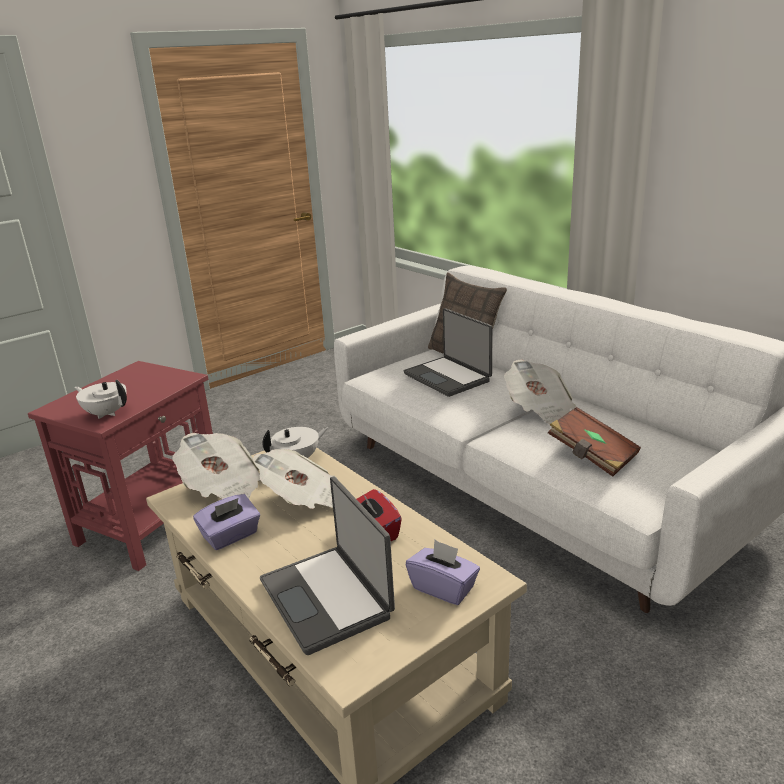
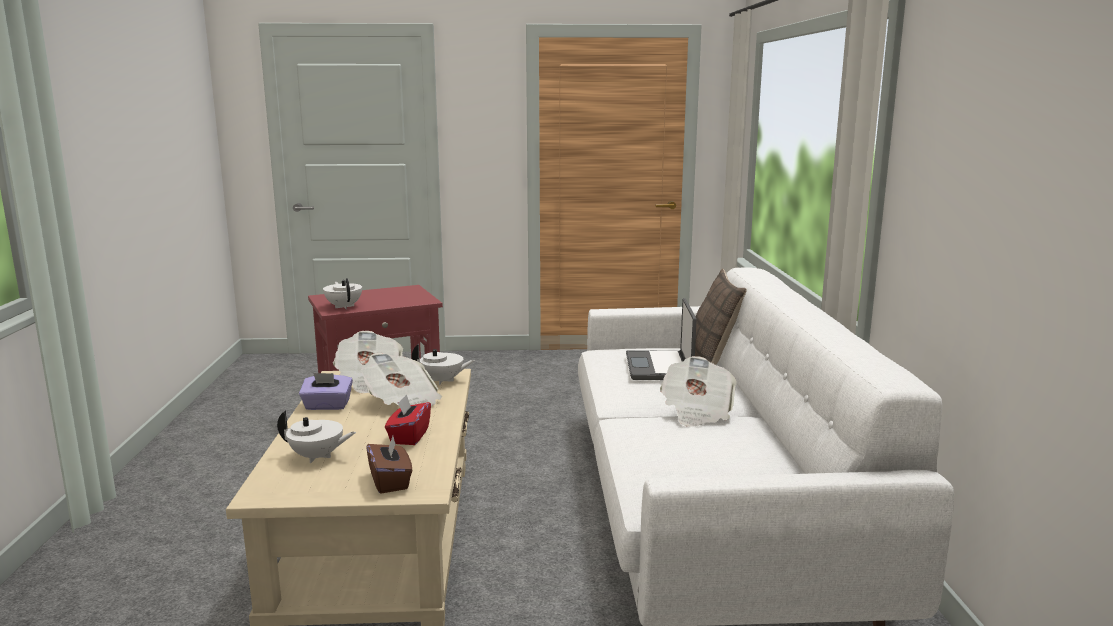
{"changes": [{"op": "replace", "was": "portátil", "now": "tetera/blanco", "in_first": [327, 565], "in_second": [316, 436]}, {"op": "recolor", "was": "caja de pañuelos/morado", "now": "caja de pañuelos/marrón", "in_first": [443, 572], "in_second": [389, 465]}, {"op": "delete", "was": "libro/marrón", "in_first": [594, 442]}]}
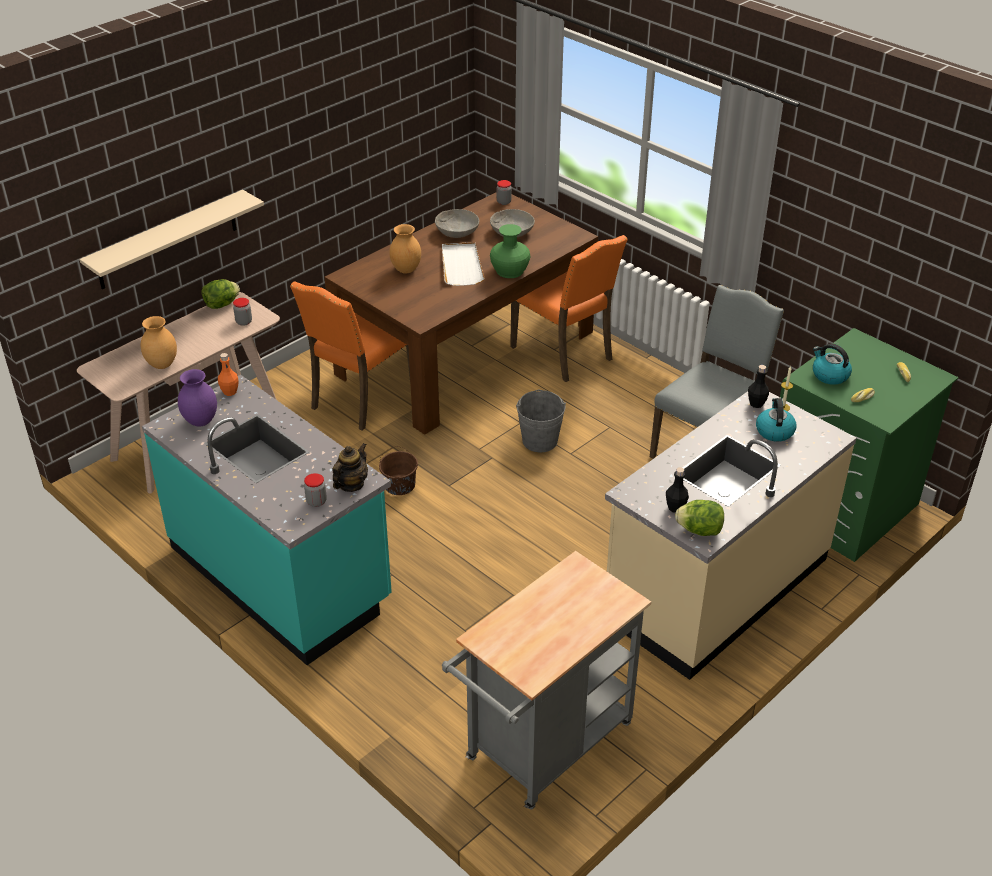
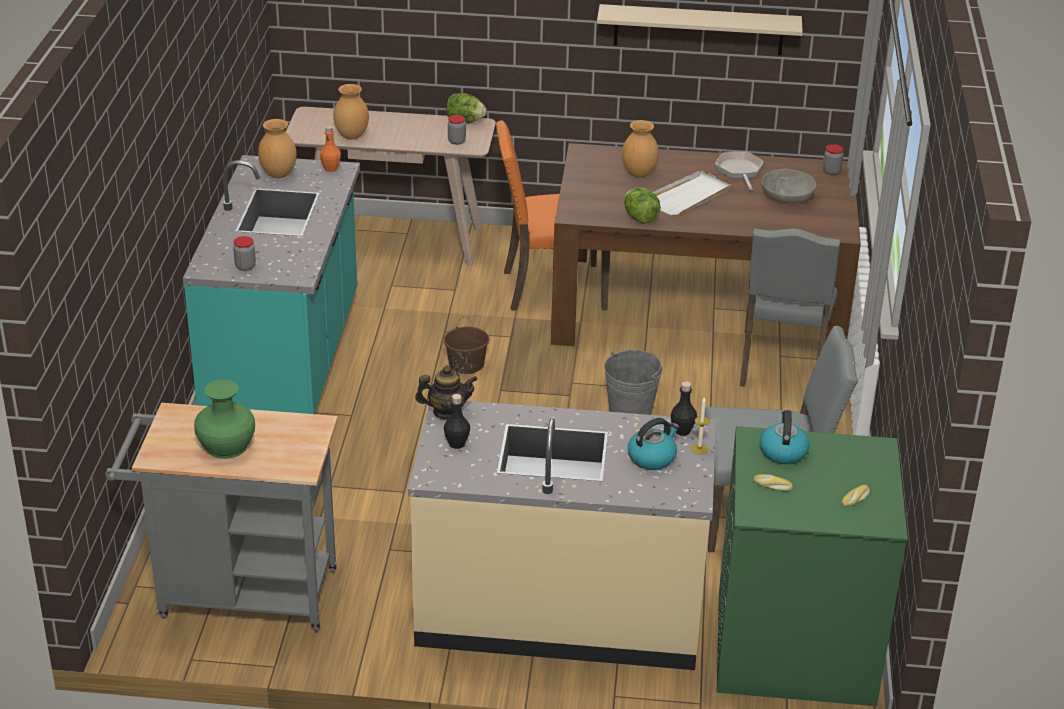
{"changes": [{"op": "move", "was": "florero/verde", "in_first": [510, 251], "in_second": [224, 419]}, {"op": "recolor", "was": "florero/morado", "now": "florero/marrón", "in_first": [197, 397], "in_second": [277, 148]}, {"op": "move", "was": "tetera", "in_first": [350, 467], "in_second": [446, 392]}, {"op": "move", "was": "estante/beis", "in_first": [172, 239], "in_second": [700, 29]}, {"op": "move", "was": "lechuga", "in_first": [699, 518], "in_second": [642, 205]}, {"op": "replace", "was": "cuenco/gris", "now": "sartén", "in_first": [457, 223], "in_second": [739, 170]}, {"op": "recolor", "was": "silla/naranja", "now": "silla/gris", "in_first": [569, 308], "in_second": [790, 308]}]}
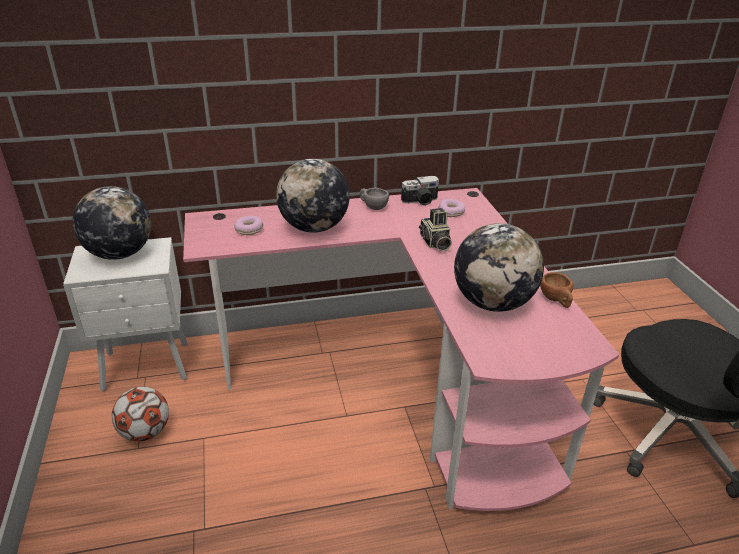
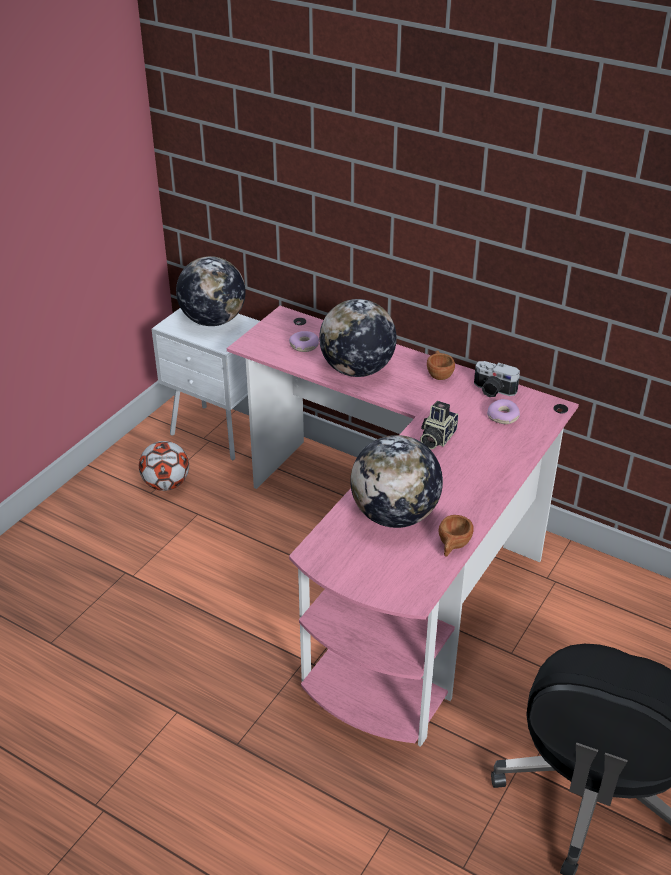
{"changes": [{"op": "recolor", "was": "taza/gris", "now": "taza/marrón", "in_first": [374, 199], "in_second": [441, 365]}]}
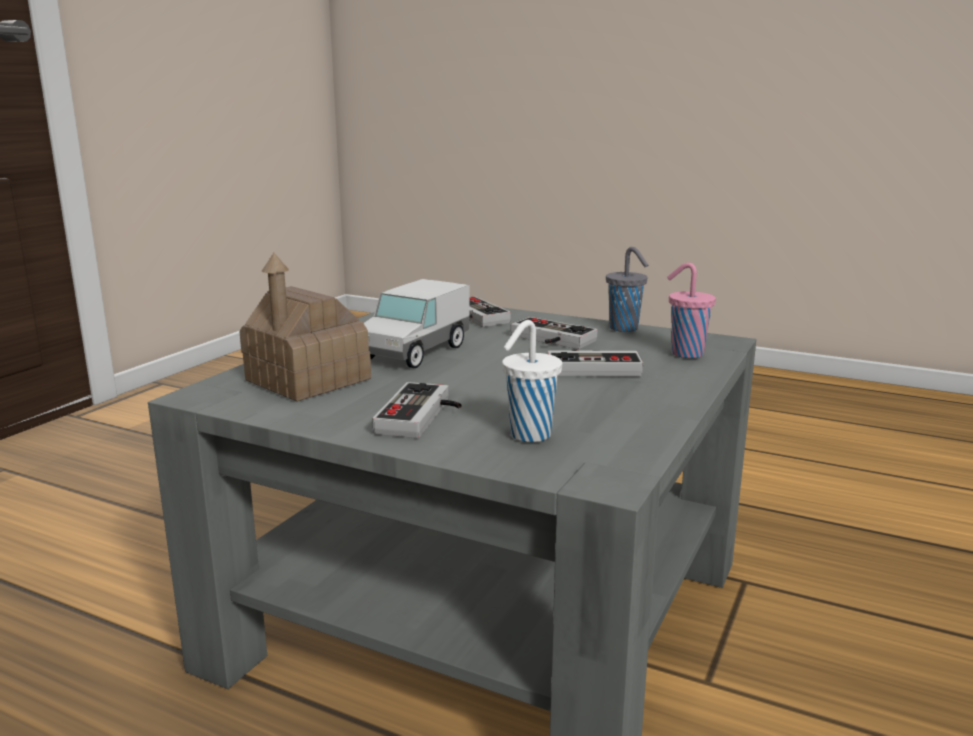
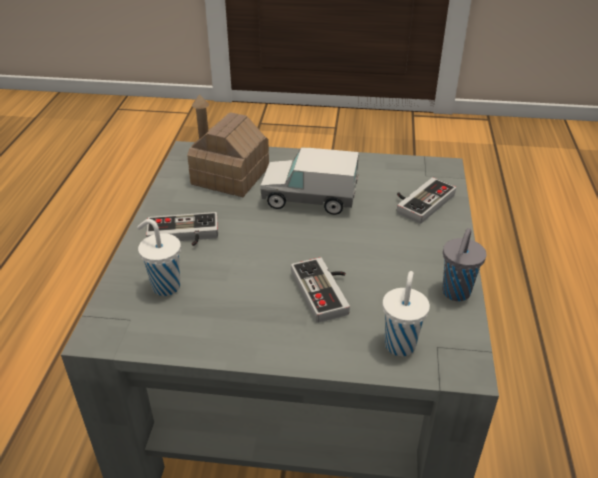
{"changes": [{"op": "recolor", "was": "taza/rosa", "now": "taza/blanco", "in_first": [691, 310], "in_second": [406, 313]}, {"op": "delete", "was": "mando de consola", "in_first": [554, 333]}]}
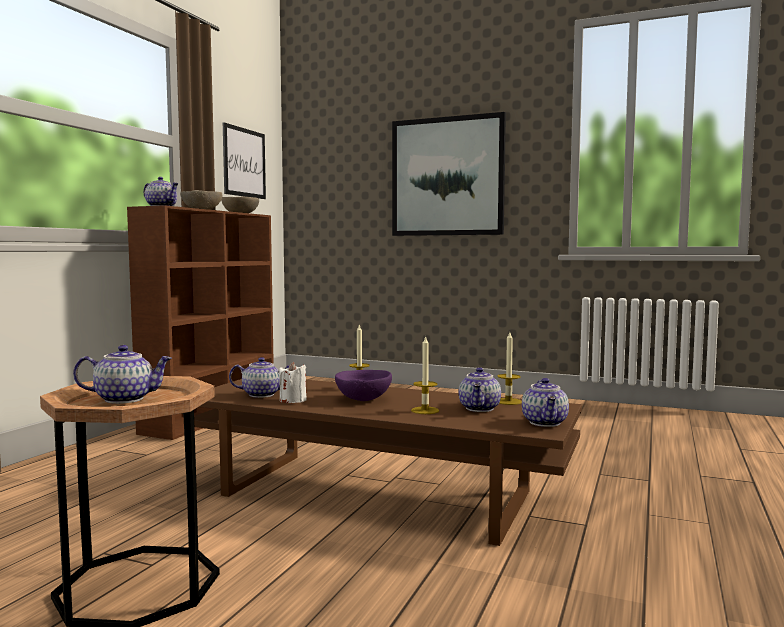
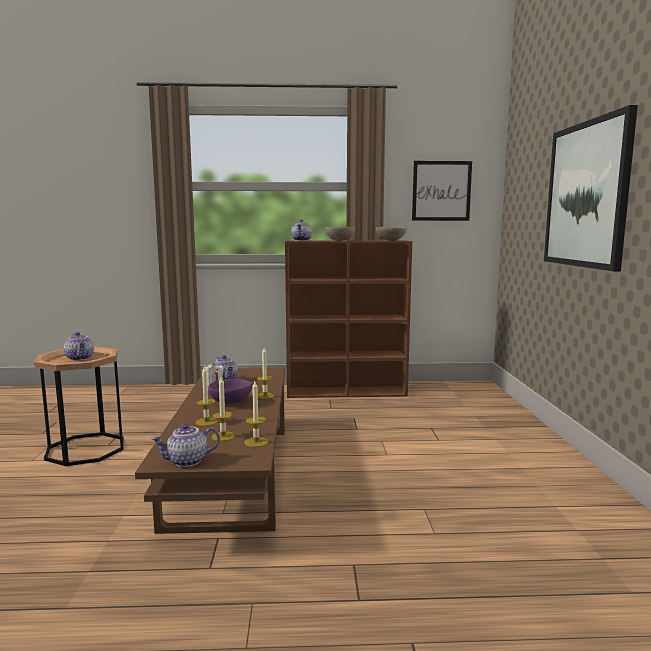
{"changes": [{"op": "replace", "was": "tetera", "now": "vela", "in_first": [480, 389], "in_second": [223, 409]}]}
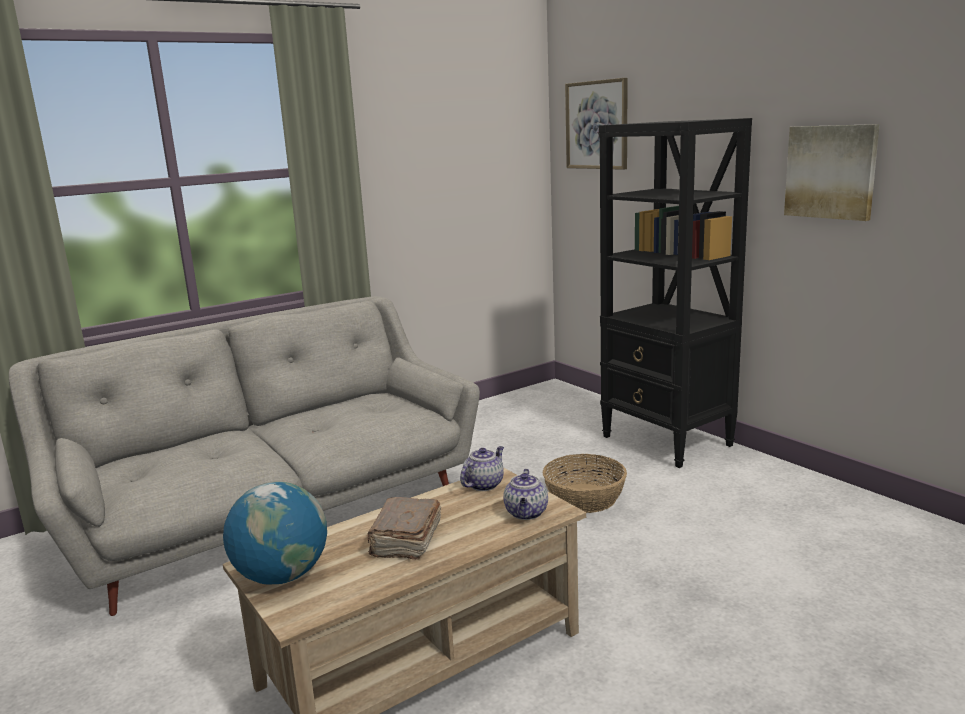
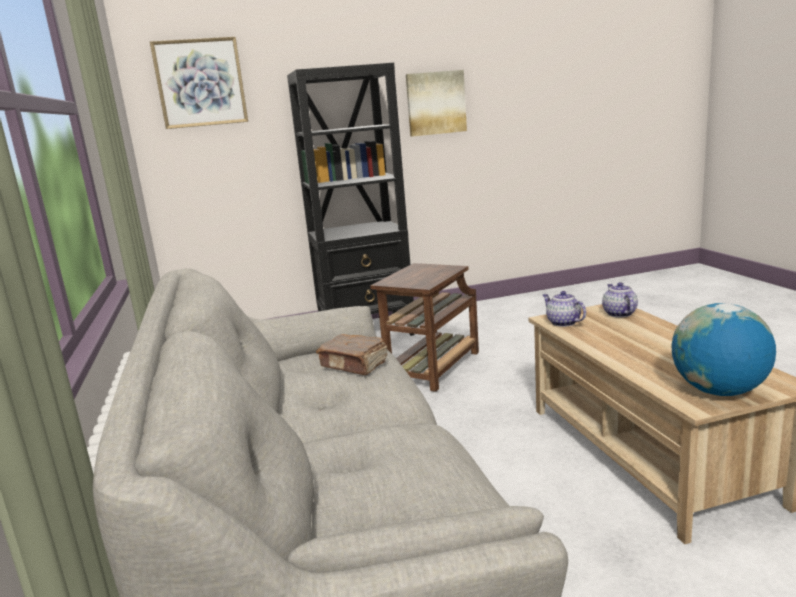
{"changes": [{"op": "move", "was": "libro/marrón", "in_first": [404, 528], "in_second": [351, 354]}, {"op": "replace", "was": "cesta", "now": "mesa auxiliar/marrón", "in_first": [585, 483], "in_second": [424, 327]}, {"op": "rotate", "was": "tetera", "in_first": [525, 494], "in_second": [620, 299], "clockwise": -120}]}
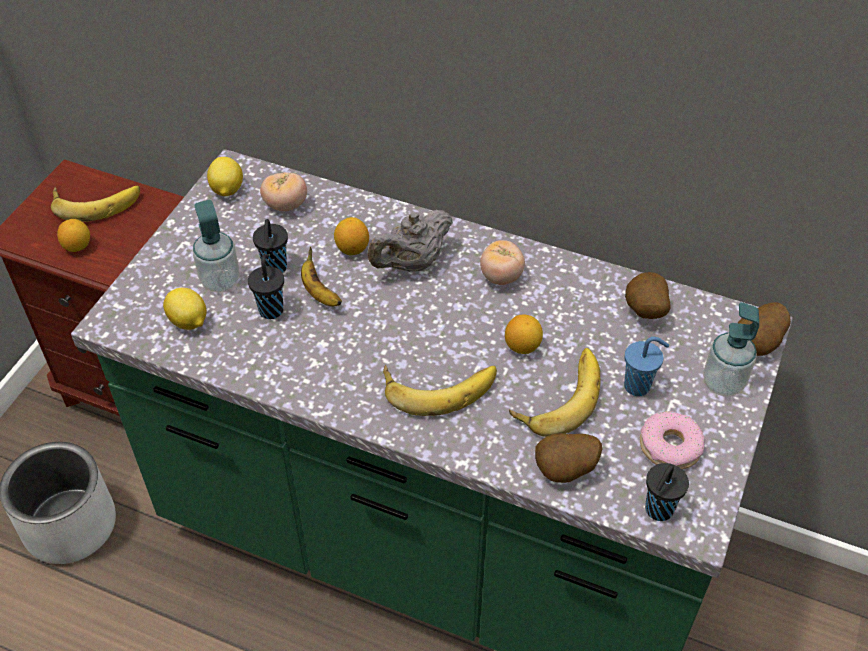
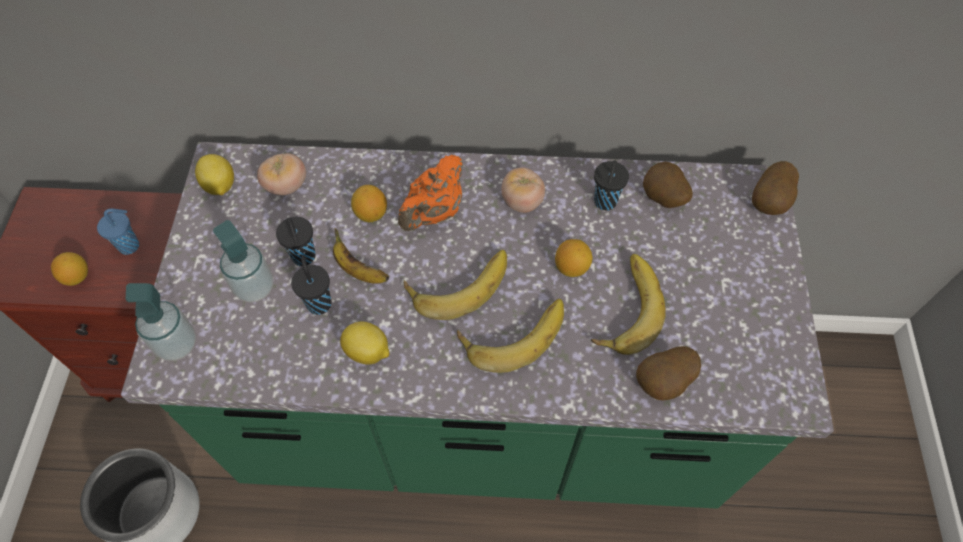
{"changes": [{"op": "move", "was": "taza/azul", "in_first": [646, 366], "in_second": [118, 231]}, {"op": "move", "was": "dispensador de jabón", "in_first": [731, 349], "in_second": [161, 322]}, {"op": "move", "was": "limón", "in_first": [184, 309], "in_second": [365, 343]}, {"op": "recolor", "was": "tetera/gris", "now": "tetera/naranja", "in_first": [410, 241], "in_second": [430, 193]}, {"op": "move", "was": "plátano", "in_first": [95, 204], "in_second": [455, 285]}, {"op": "move", "was": "taza/negro", "in_first": [667, 492], "in_second": [611, 185]}, {"op": "delete", "was": "rosquilla", "in_first": [672, 440]}]}
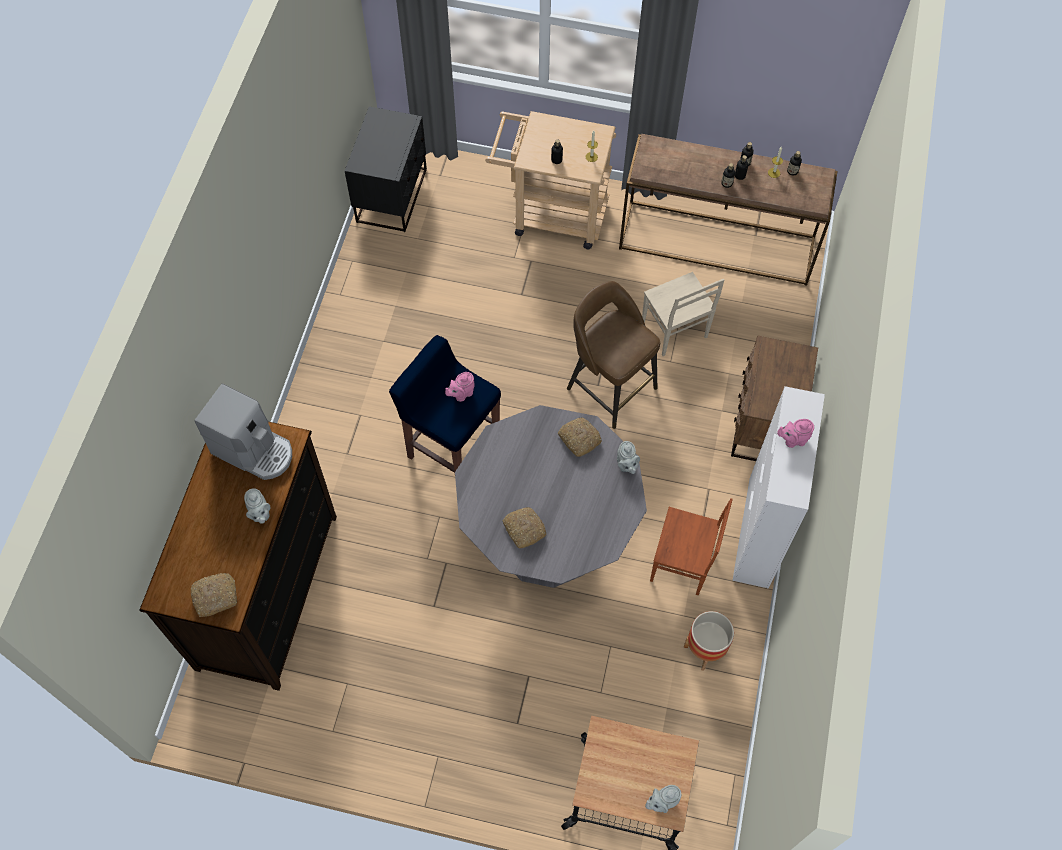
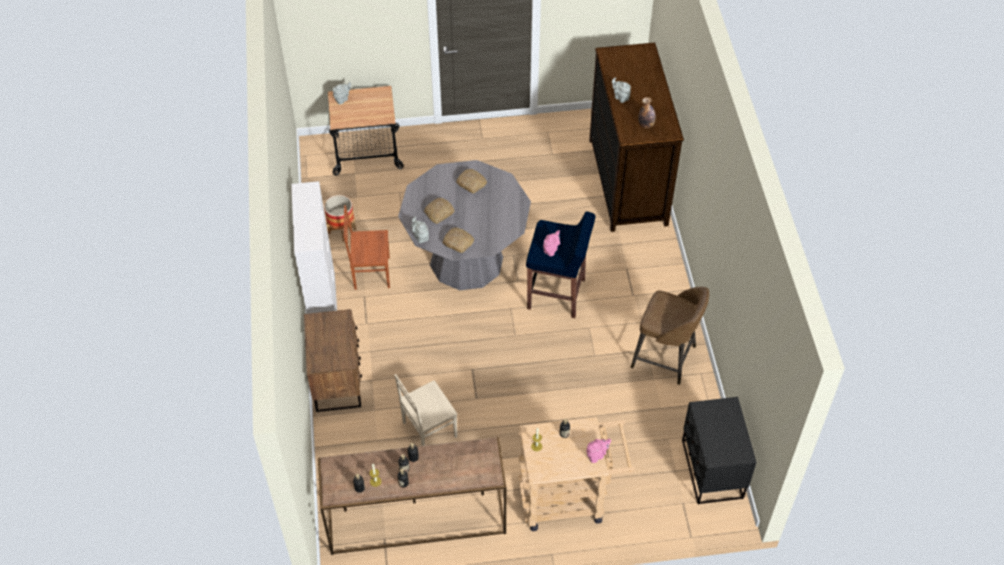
{"changes": [{"op": "rotate", "was": "silla/beis", "in_first": [683, 314], "in_second": [425, 410], "clockwise": -75}, {"op": "move", "was": "pan", "in_first": [214, 595], "in_second": [439, 211]}, {"op": "move", "was": "tetera/rosa", "in_first": [795, 433], "in_second": [599, 451]}, {"op": "move", "was": "taburete/marrón", "in_first": [613, 355], "in_second": [670, 336]}, {"op": "replace", "was": "cafetera", "now": "botella", "in_first": [243, 432], "in_second": [647, 112]}]}
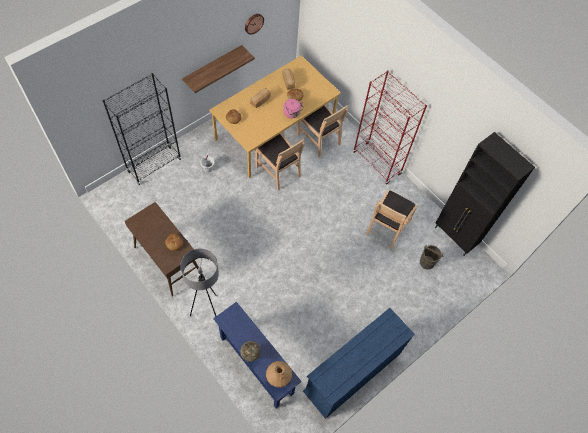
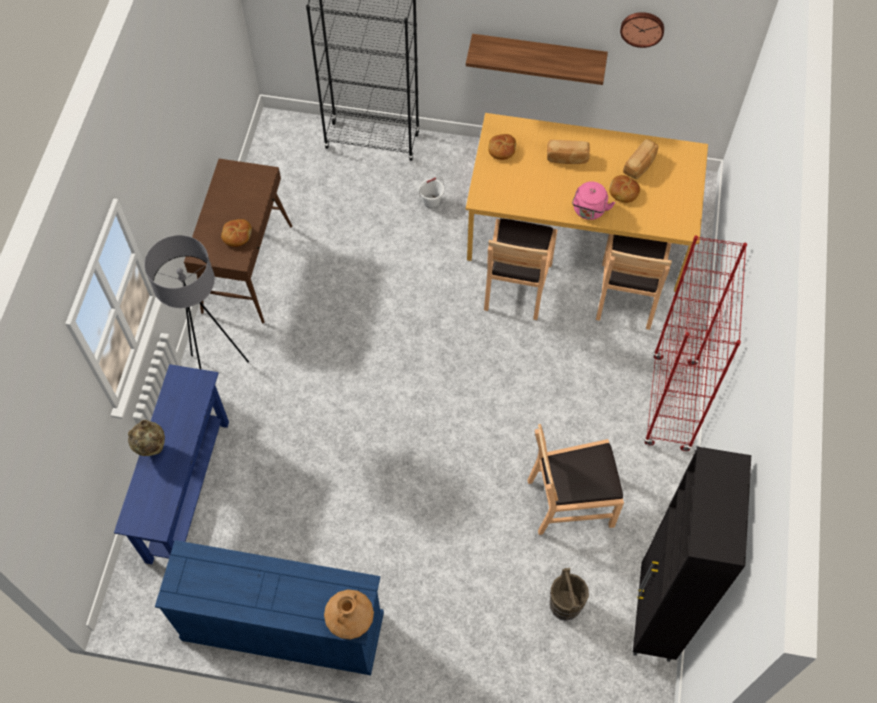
{"changes": [{"op": "move", "was": "florero/marrón", "in_first": [279, 374], "in_second": [349, 614]}]}
